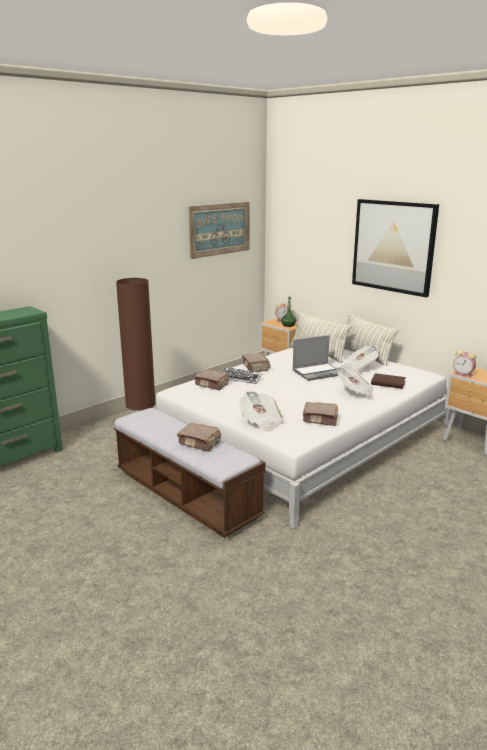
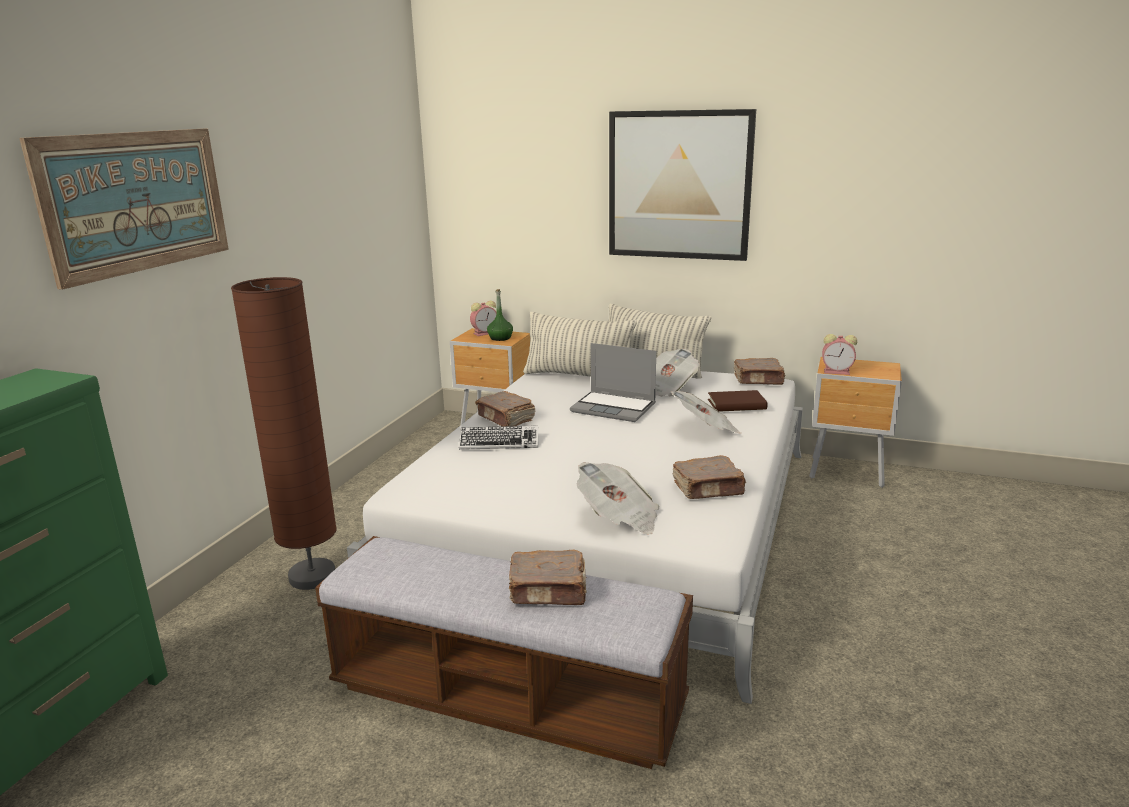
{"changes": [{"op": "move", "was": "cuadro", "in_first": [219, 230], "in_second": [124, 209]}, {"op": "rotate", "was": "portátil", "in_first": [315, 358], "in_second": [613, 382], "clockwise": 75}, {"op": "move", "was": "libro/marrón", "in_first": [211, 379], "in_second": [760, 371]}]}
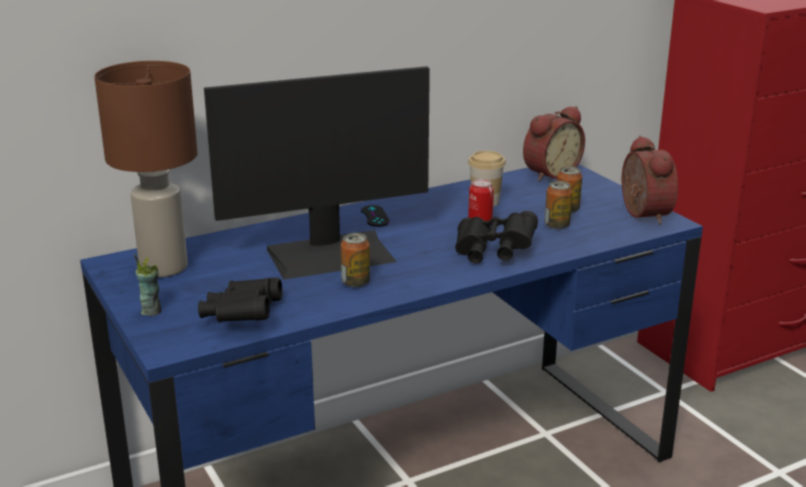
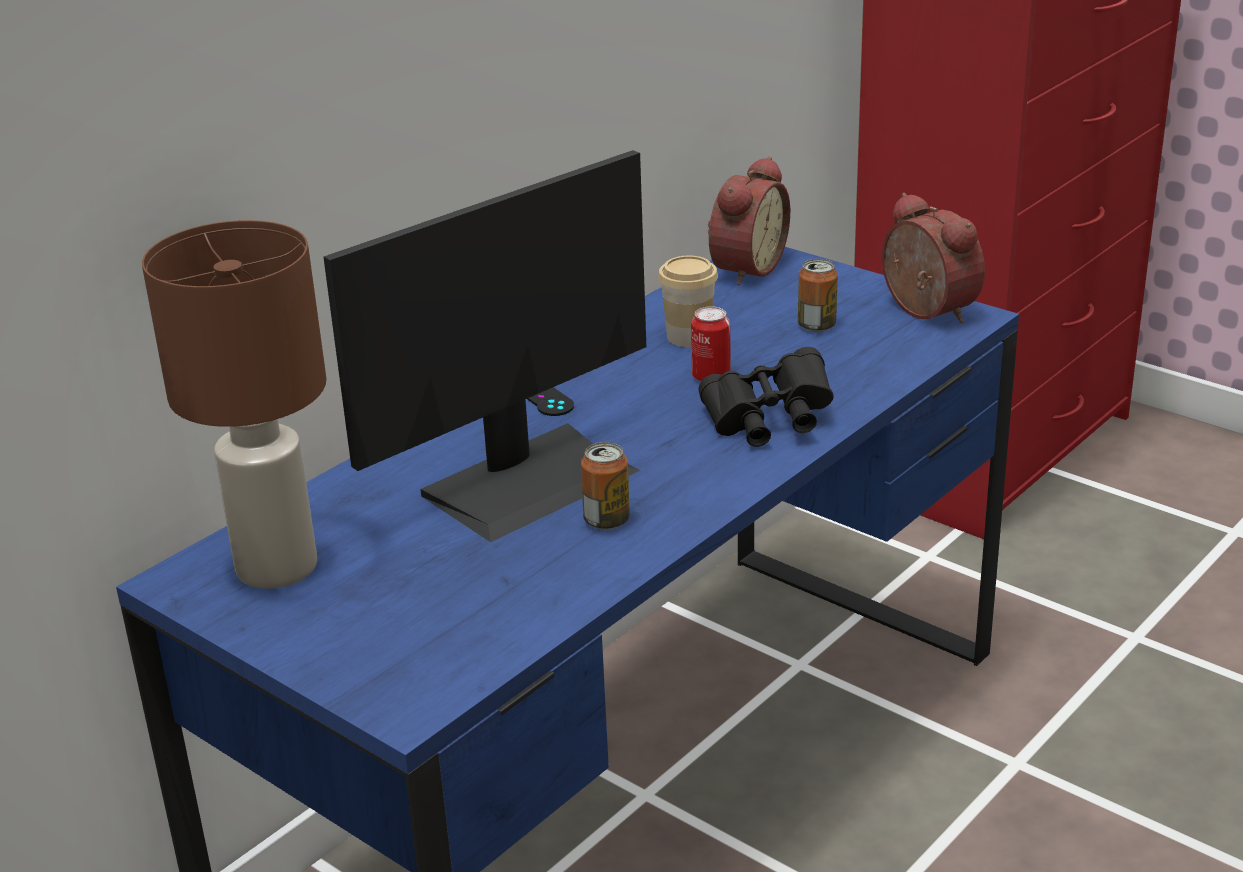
{"changes": [{"op": "delete", "was": "taza", "in_first": [148, 285]}, {"op": "delete", "was": "prismáticos/negro", "in_first": [240, 300]}, {"op": "delete", "was": "lata", "in_first": [559, 205]}]}
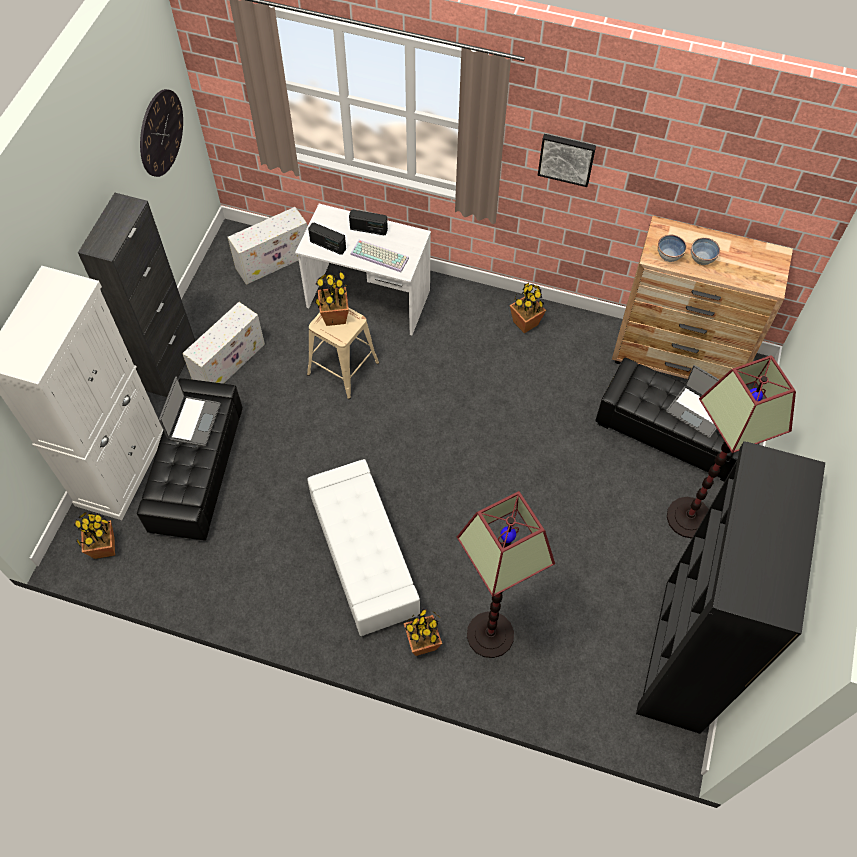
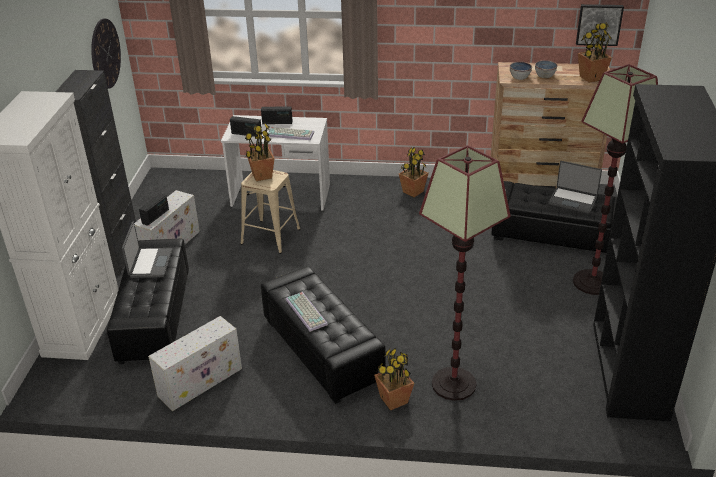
{"changes": [{"op": "insert", "now": "radio", "in_second": [154, 210]}, {"op": "move", "was": "caja de almacenaje/blanco", "in_first": [267, 245], "in_second": [195, 363]}, {"op": "recolor", "was": "puf/blanco", "now": "puf/negro", "in_first": [363, 547], "in_second": [323, 335]}, {"op": "insert", "now": "teclado", "in_second": [306, 312]}, {"op": "move", "was": "cuadro", "in_first": [567, 160], "in_second": [600, 25]}, {"op": "move", "was": "planta en maceta", "in_first": [94, 535], "in_second": [595, 53]}]}
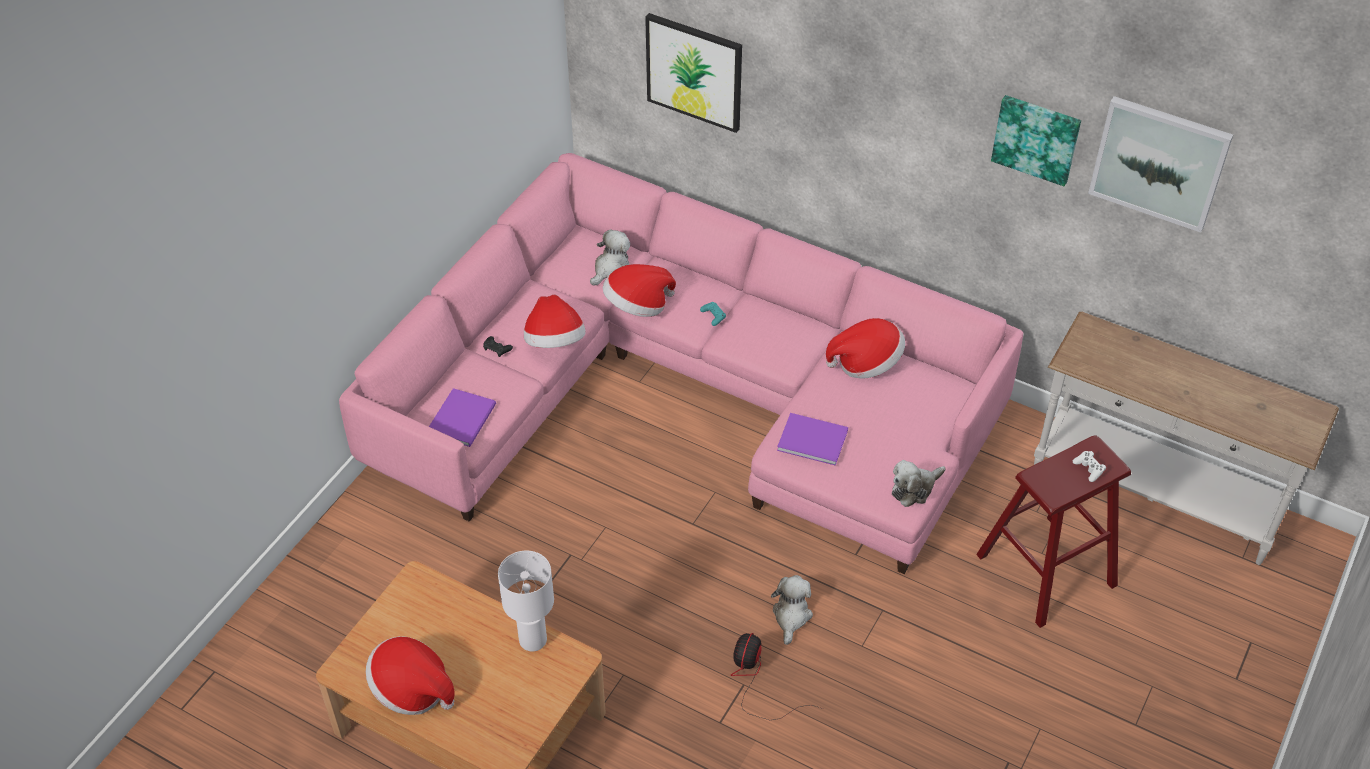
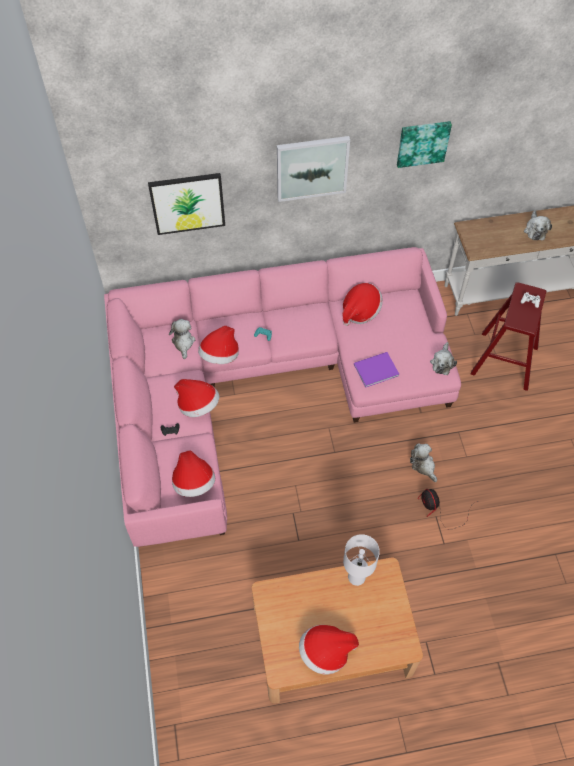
{"changes": [{"op": "replace", "was": "libro/morado", "now": "sombrero", "in_first": [462, 417], "in_second": [193, 473]}, {"op": "move", "was": "cuadro", "in_first": [1160, 164], "in_second": [313, 169]}, {"op": "insert", "now": "peluche", "in_second": [538, 225]}]}
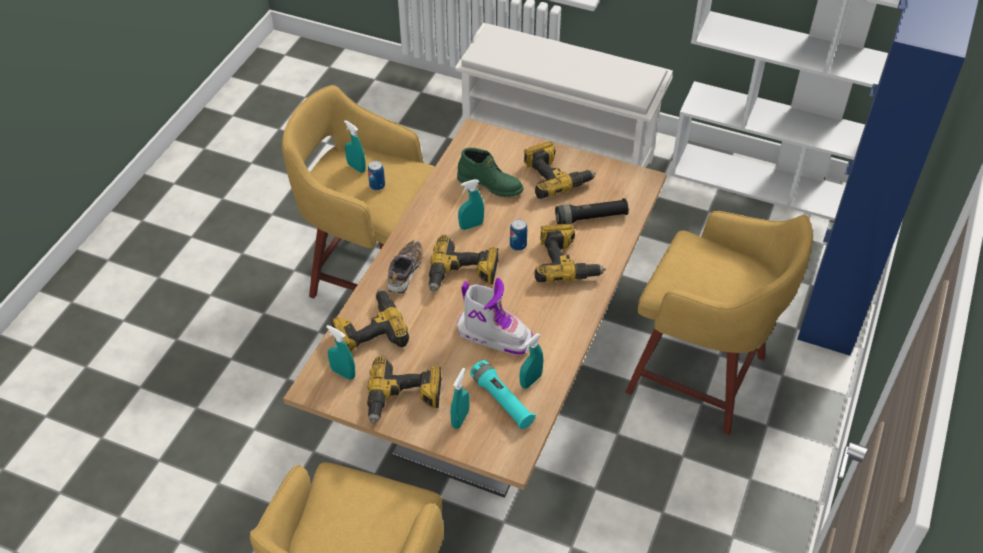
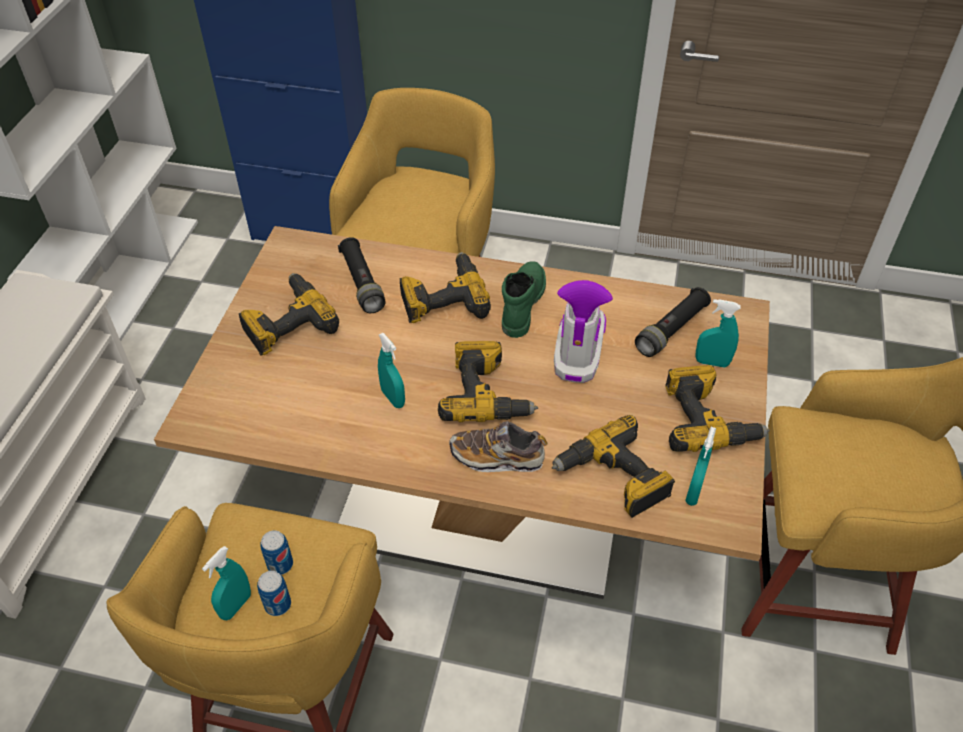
{"changes": [{"op": "move", "was": "lata", "in_first": [518, 235], "in_second": [274, 593]}, {"op": "move", "was": "bota/verde", "in_first": [490, 172], "in_second": [524, 299]}, {"op": "recolor", "was": "linterna/turquesa", "now": "linterna/negro", "in_first": [503, 394], "in_second": [673, 322]}, {"op": "delete", "was": "pulverizador/turquesa", "in_first": [531, 361]}]}
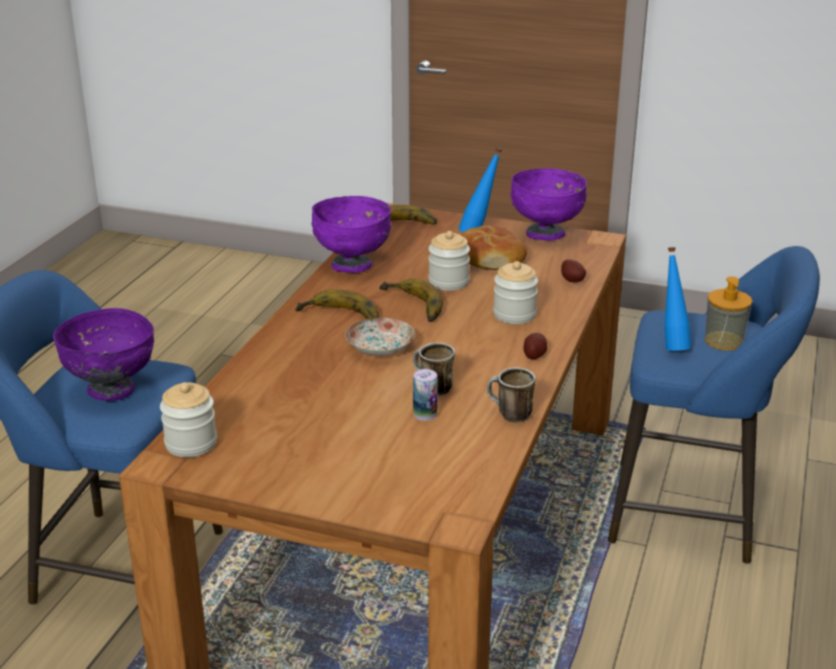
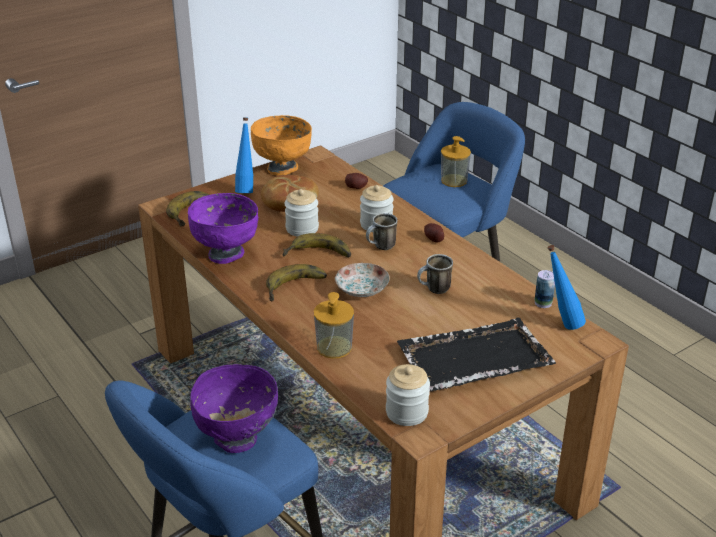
{"changes": [{"op": "recolor", "was": "cuenco/morado", "now": "cuenco/naranja", "in_first": [549, 204], "in_second": [281, 145]}, {"op": "insert", "now": "dispensador de jabón", "in_second": [334, 325]}, {"op": "move", "was": "taza grande", "in_first": [511, 395], "in_second": [382, 231]}, {"op": "insert", "now": "bandeja/negro", "in_second": [476, 354]}, {"op": "move", "was": "lata", "in_first": [425, 395], "in_second": [545, 289]}, {"op": "move", "was": "botella/azul", "in_first": [678, 299], "in_second": [566, 287]}]}
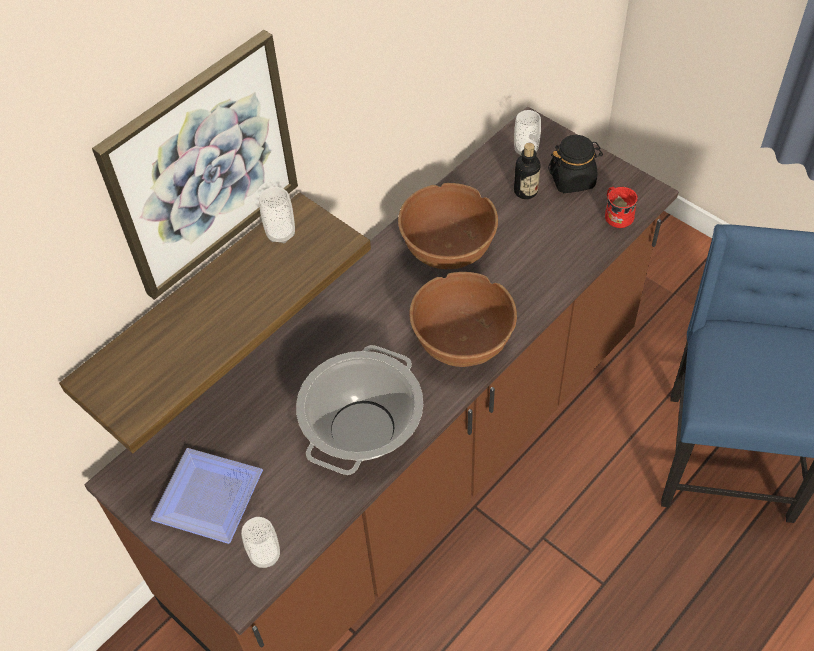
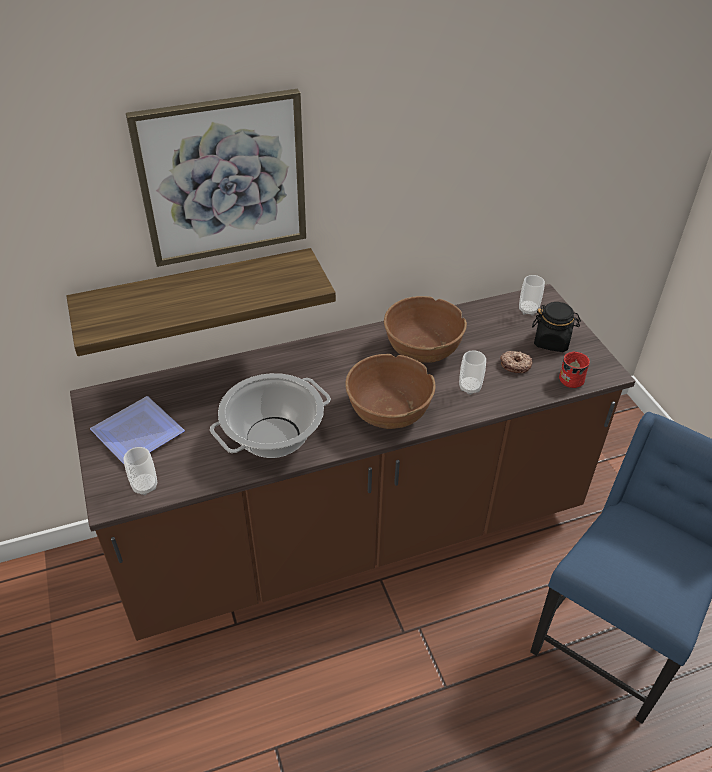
{"changes": [{"op": "move", "was": "taza", "in_first": [277, 215], "in_second": [472, 373]}, {"op": "insert", "now": "rosquilla", "in_second": [516, 362]}, {"op": "delete", "was": "botella", "in_first": [527, 171]}]}
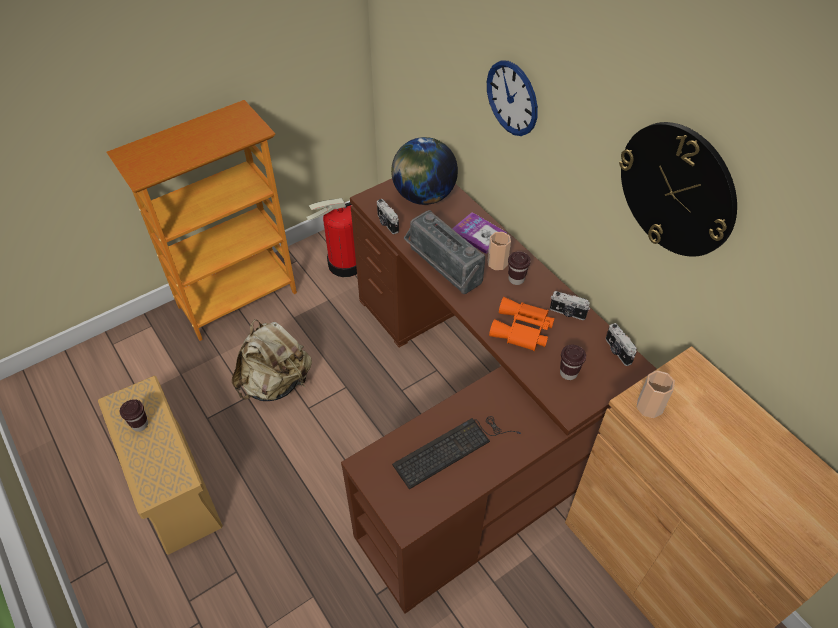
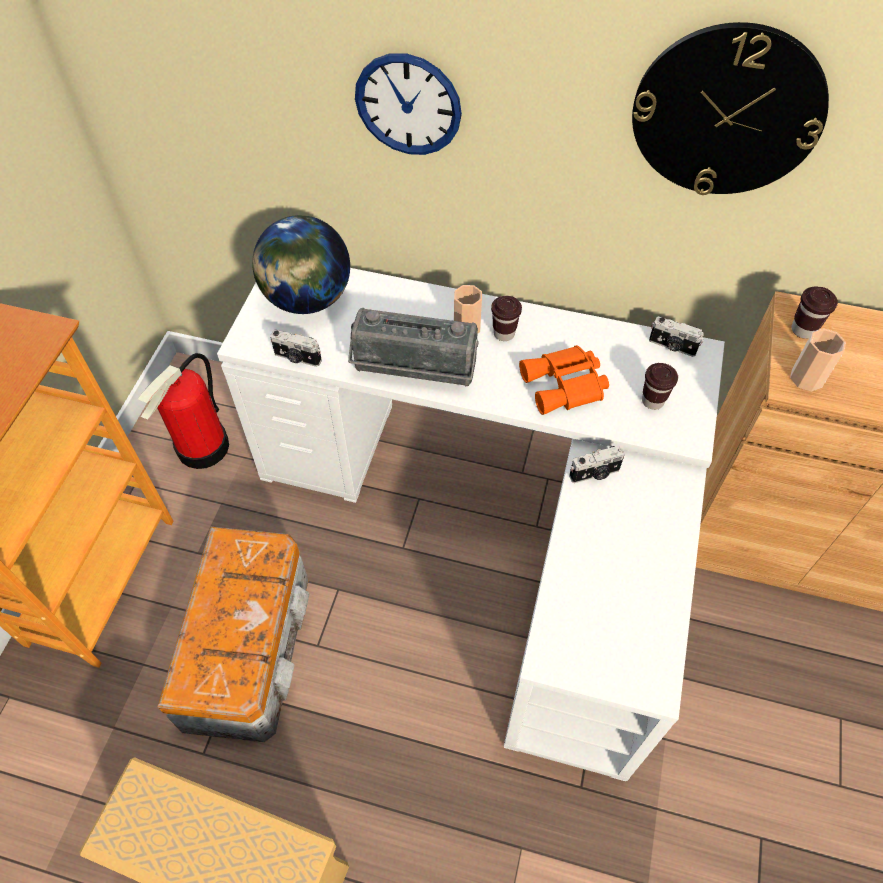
{"changes": [{"op": "replace", "was": "mochila/beis", "now": "caja de almacenaje", "in_first": [272, 360], "in_second": [233, 634]}, {"op": "recolor", "was": "escritorio/marrón", "now": "escritorio/blanco", "in_first": [498, 396], "in_second": [471, 524]}, {"op": "move", "was": "cámara", "in_first": [570, 305], "in_second": [597, 464]}, {"op": "move", "was": "taza/marrón", "in_first": [134, 415], "in_second": [814, 313]}, {"op": "delete", "was": "teclado", "in_first": [456, 452]}, {"op": "delete", "was": "libro", "in_first": [479, 233]}]}
